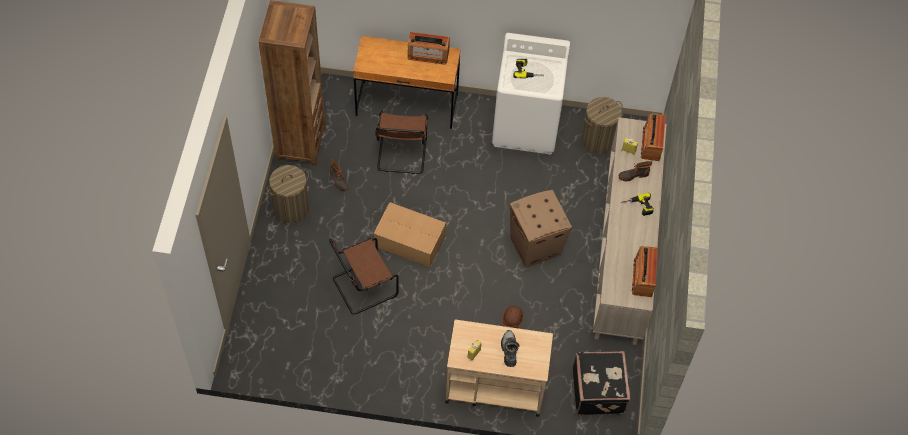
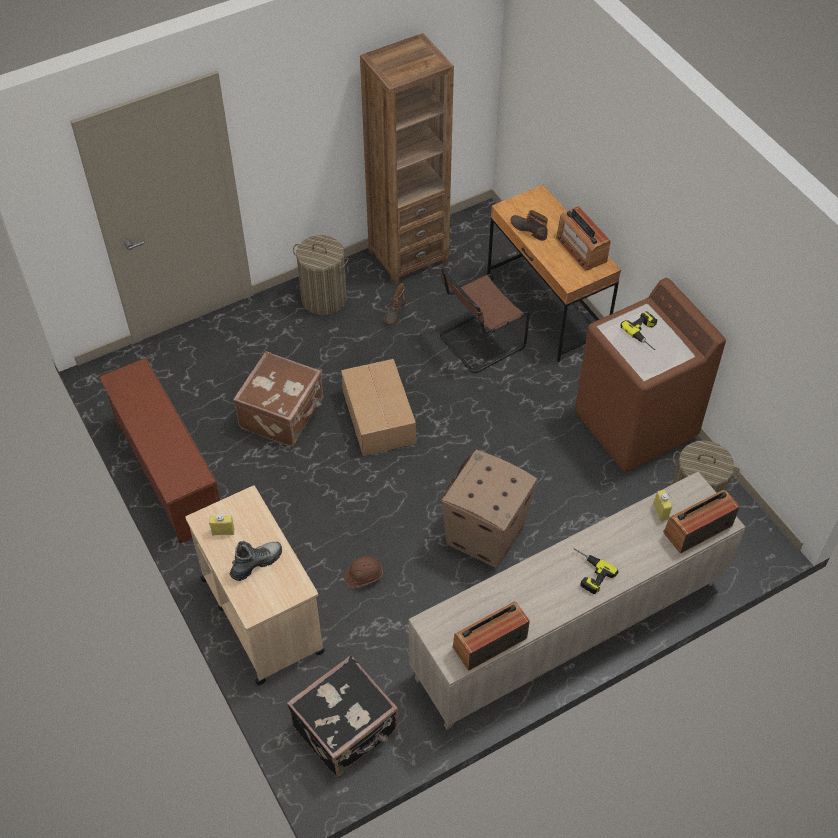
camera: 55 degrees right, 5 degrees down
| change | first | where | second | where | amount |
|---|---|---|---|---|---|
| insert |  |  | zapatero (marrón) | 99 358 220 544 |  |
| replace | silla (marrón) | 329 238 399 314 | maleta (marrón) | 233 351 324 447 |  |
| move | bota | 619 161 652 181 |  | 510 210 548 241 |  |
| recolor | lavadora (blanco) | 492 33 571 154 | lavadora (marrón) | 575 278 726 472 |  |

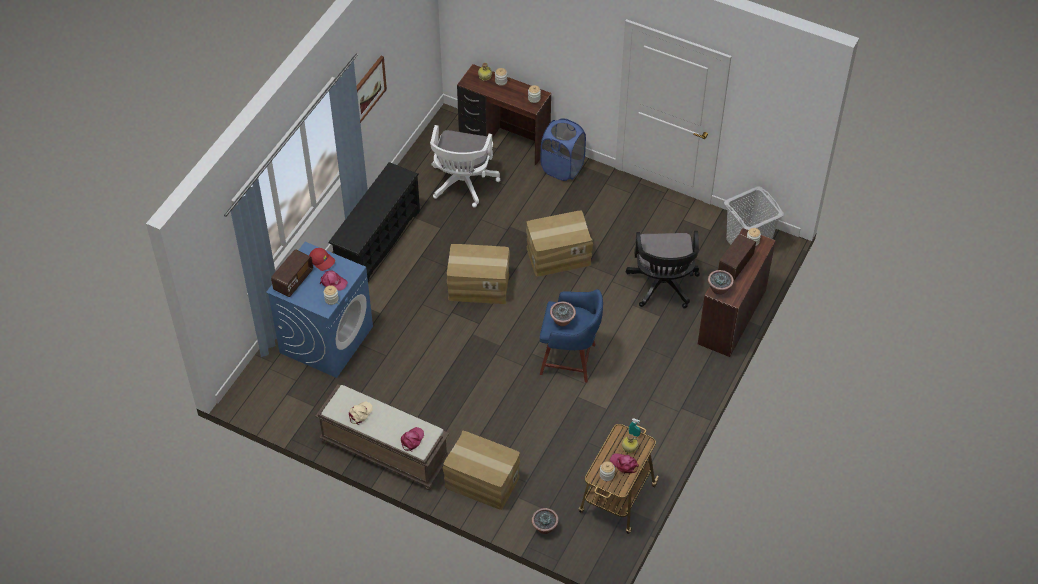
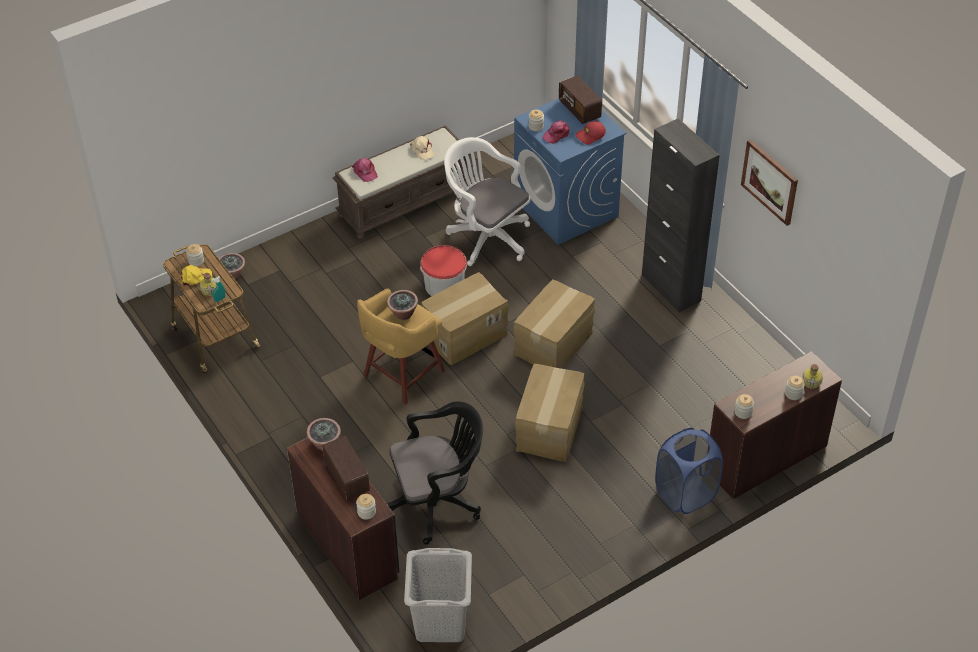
camera: 120 degrees right, 5 degrees down
| change | first | where | second | where | amount |
|---|---|---|---|---|---|
| recolor | gorra (rosa) | 610 453 639 473 | gorra (amarillo) | 179 265 212 287 |  |
| recolor | taburete (azul) | 540 289 603 382 | taburete (amarillo) | 357 289 445 405 |  |
| rotate | silla de oficina (negro) | 626 231 700 308 |  | 387 401 483 545 | 135 degrees clockwise |
| insert |  |  | cubo | 420 245 467 296 |  |
| move | caja de cartón | 443 430 520 510 |  | 421 272 509 365 |  |
| move | silla de oficina (blanco) | 430 125 500 208 |  | 444 137 530 266 |  |
| replace | zapatero (negro) | 329 162 420 281 | armario (negro) | 642 119 720 312 |  |

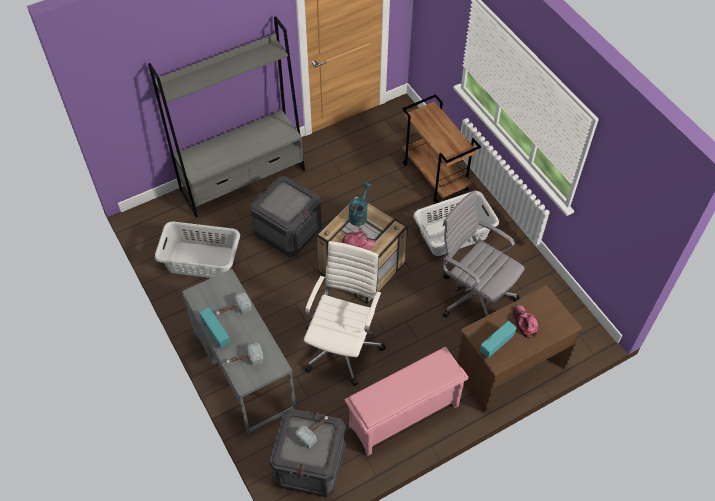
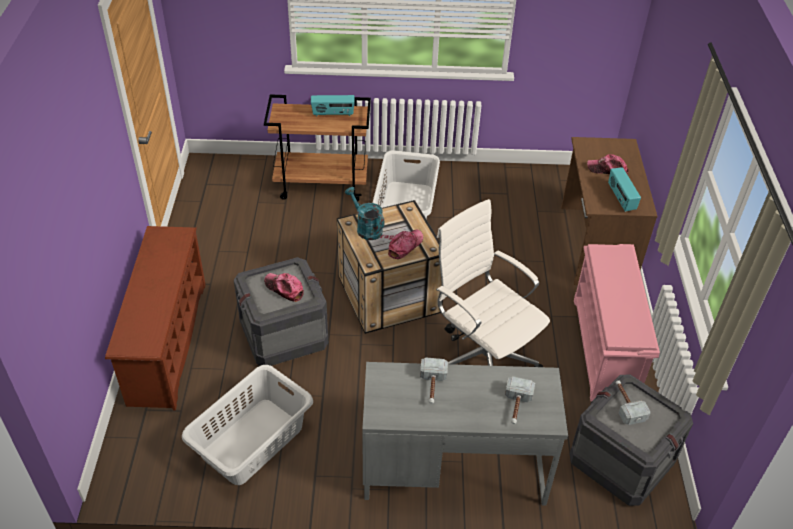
camera: 60 degrees left, 10 degrees down
| change | first | where | second | where | amount |
|---|---|---|---|---|---|
| replace | estantería (gris) | 148 16 305 217 | zapatero (marrón) | 105 226 206 411 |  |
| insert |  |  | gorra | 264 273 304 302 |  |
| move | radio | 199 307 230 348 |  | 311 95 355 117 |  |
| delete | silla de oficina (gris) | 442 190 525 318 |  |  |  |

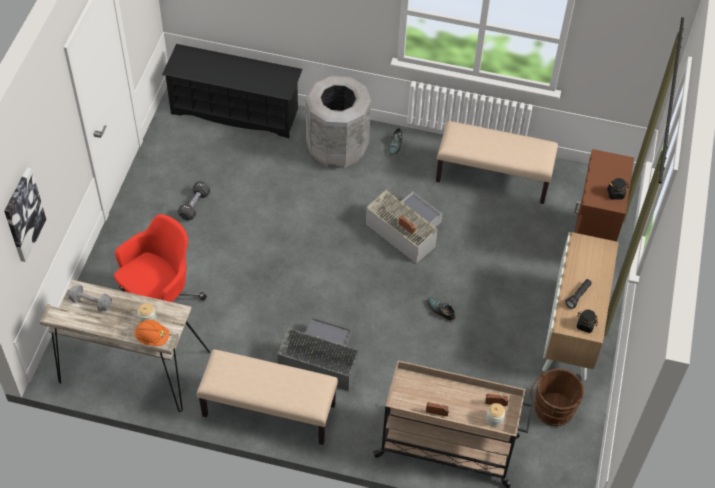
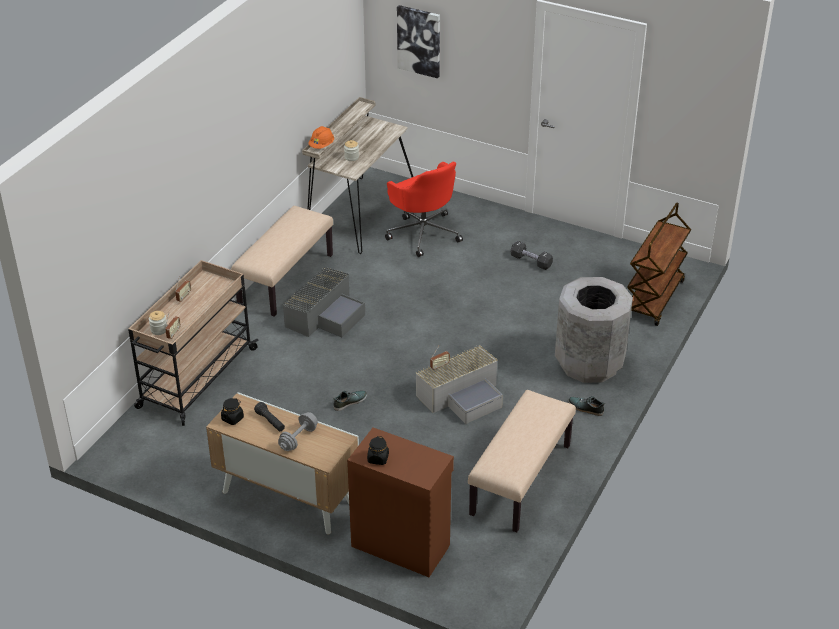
camera: 105 degrees right, 15 degrees down
| change | first | where | second | where | amount |
|---|---|---|---|---|---|
| move | mancuerna (gris) | 68 285 113 312 |  | 278 412 318 451 |  |
| replace | zapatero (negro) | 162 44 303 138 | carrito (marrón) | 627 202 691 326 |  |
| delete | cubo (marrón) | 530 369 584 426 |  |  |  |

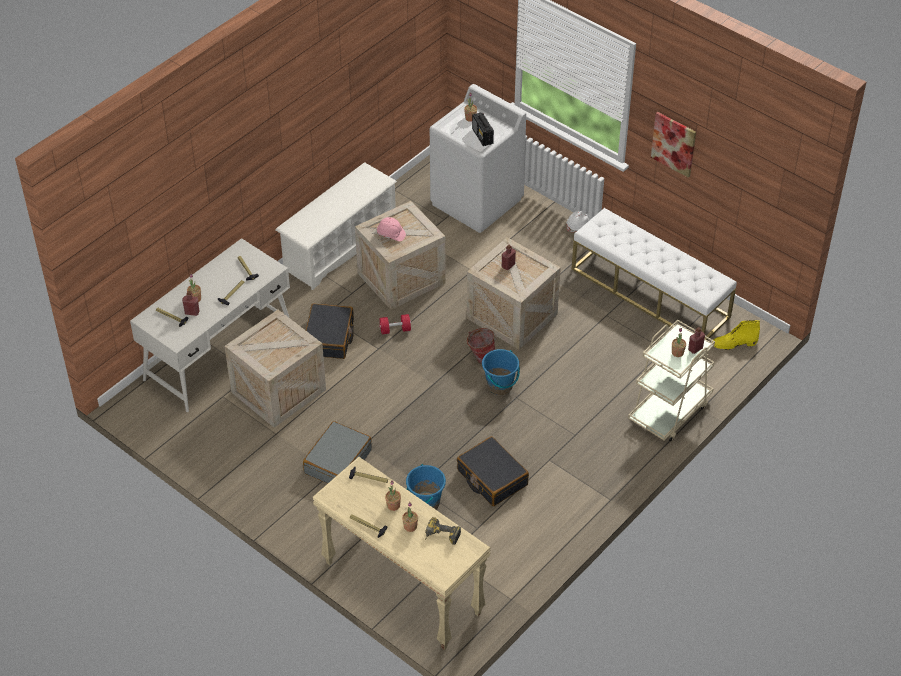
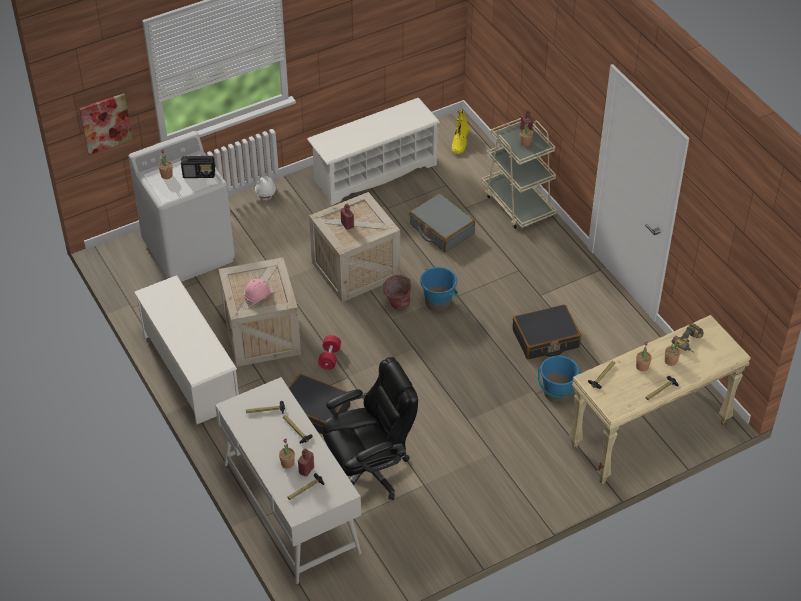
camera: 70 degrees left, 0 degrees up
| change | first | where | second | where | amount |
|---|---|---|---|---|---|
| move | cuadro | 651 112 696 178 |  | 79 93 133 155 |  |
| replace | banco (blanco) | 572 208 737 340 | zapatero (blanco) | 307 98 440 206 |  |
| replace | caja de embalaje | 225 310 326 428 | silla de oficina (negro) | 322 357 418 500 |  |
| move | maleta (gris) | 303 421 372 483 |  | 410 193 475 252 |  |

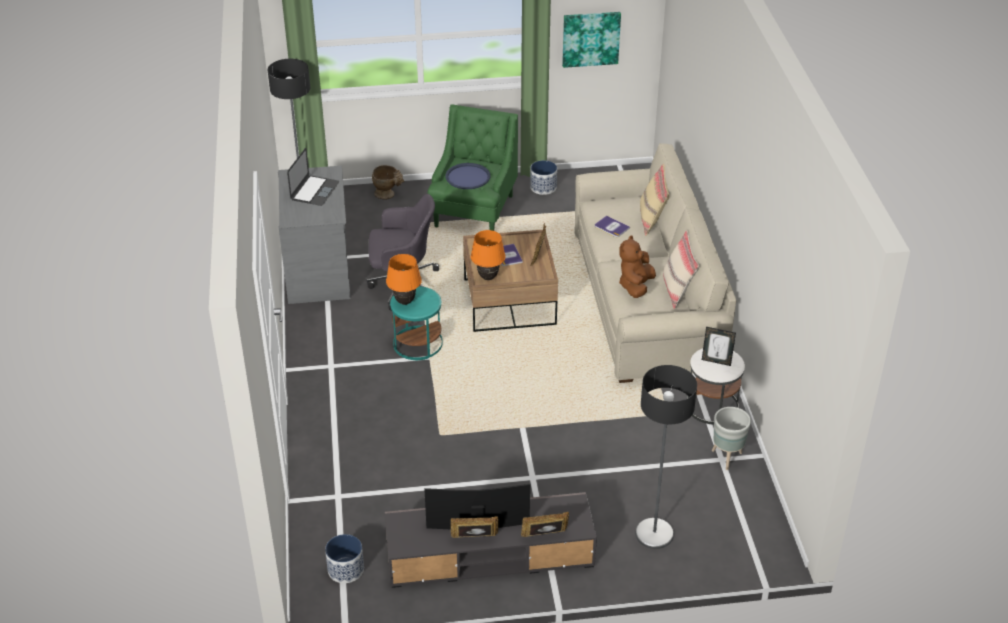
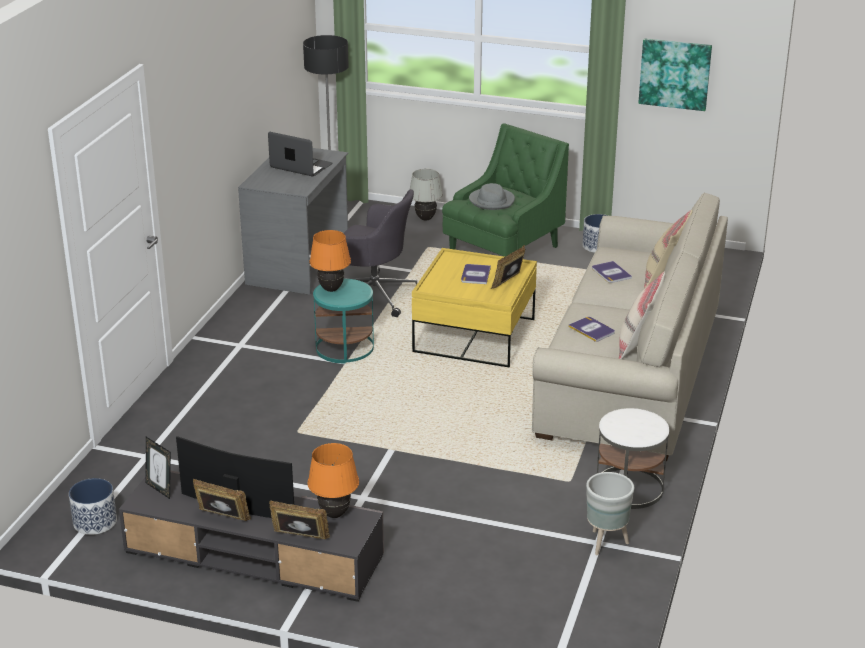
camera: 25 degrees right, 10 degrees down
| change | first | where | second | where | amount |
|---|---|---|---|---|---|
| move | portarretratos | 702 327 736 366 |  | 146 437 171 499 |  |
| rotate | portátil | 287 148 340 206 |  | 268 132 332 176 | 105 degrees counterclockwise |
| move | lámpara de mesa (naranja) | 471 230 506 280 |  | 308 443 359 518 |  |
| replace | florero (beis) | 372 165 404 200 | lámpara de mesa (blanco) | 410 169 443 221 |  |
| recolor | mesa de centro (marrón) | 463 230 558 332 | mesa de centro (amarillo) | 412 248 537 367 |  |
| replace | bandeja (azul) | 445 163 490 189 | sombrero (gris) | 469 183 515 210 |  |
| replace | peluche (marrón) | 619 235 656 298 | libro | 568 317 615 342 |  |
| delete | lámpara de pie | 635 365 697 549 |  |  |  |

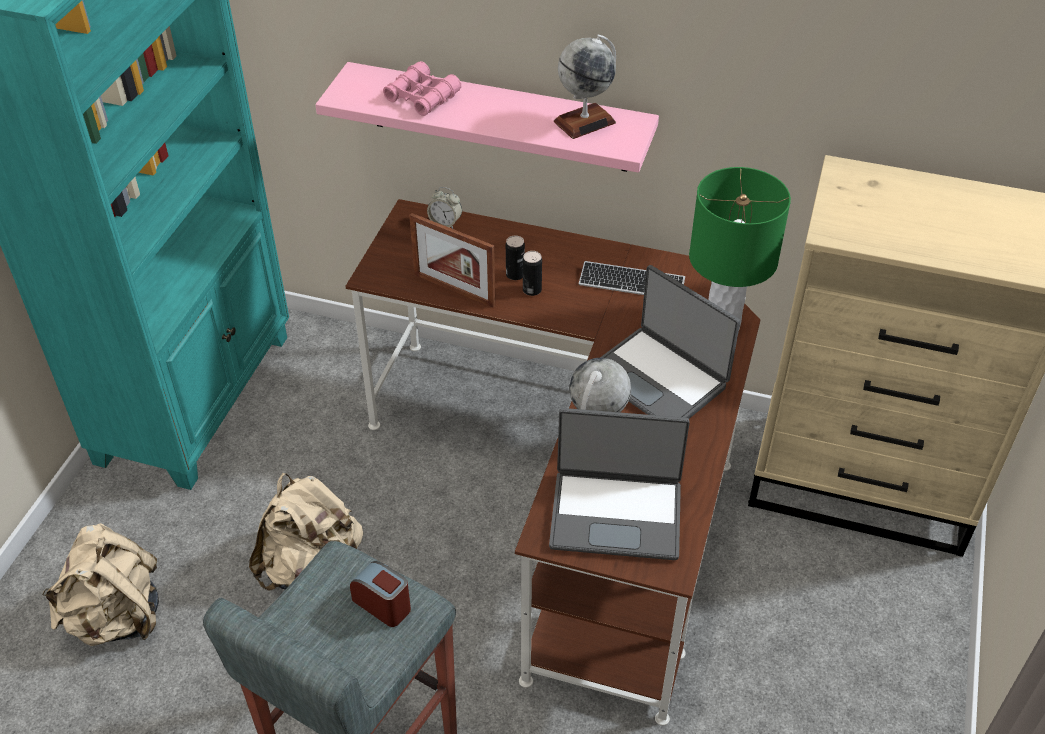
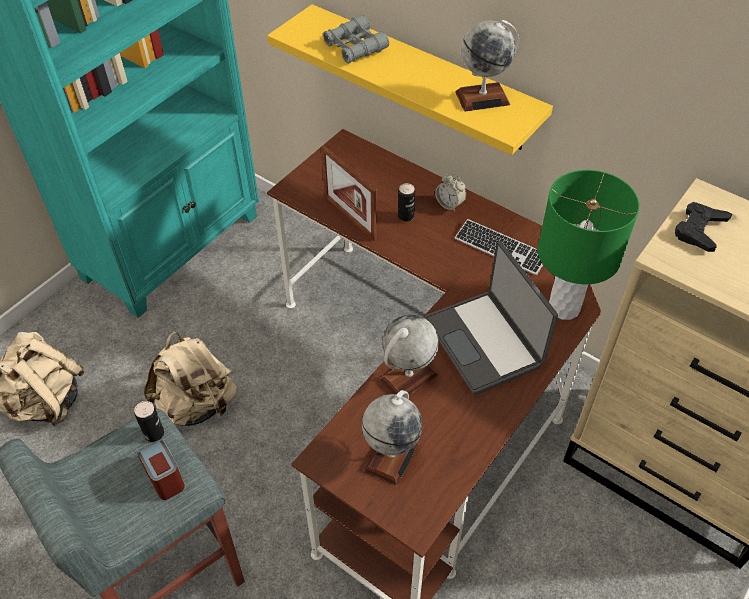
camera: 20 degrees right, 5 degrees up
| change | first | where | second | where | amount |
|---|---|---|---|---|---|
| move | lata | 523 251 542 296 |  | 134 401 164 442 |  |
| recolor | estante (rosa) | 315 62 659 173 | estante (amarillo) | 267 4 553 155 |  |
| recolor | prismáticos (rosa) | 383 61 461 116 | prismáticos (gris) | 323 15 389 64 |  |
| replace | portátil | 549 408 690 560 | globo terráqueo | 362 390 422 486 |  |
| move | despertador | 427 187 462 229 |  | 435 173 466 212 |  |
| insert |  |  | mando de consola (negro) | 675 202 732 252 |  |

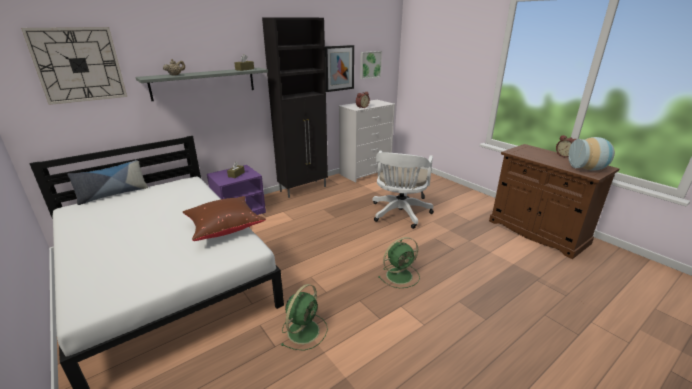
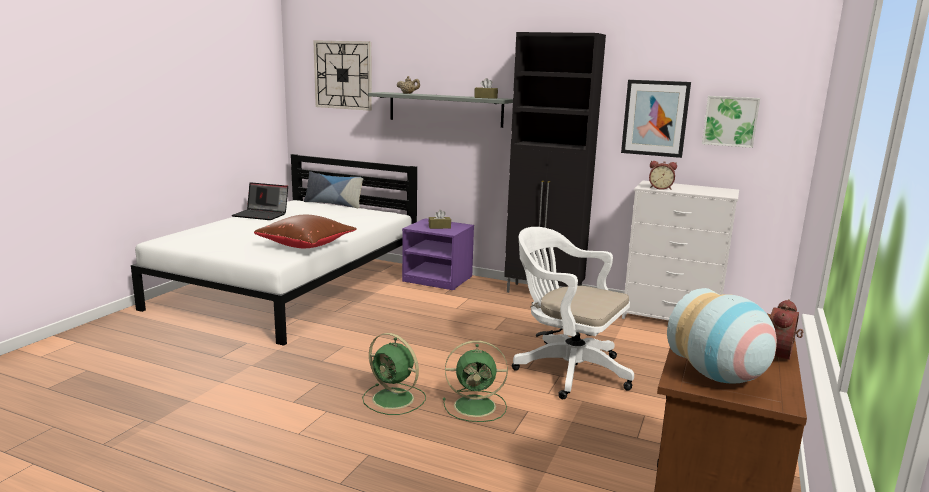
camera: 60 degrees right, 10 degrees down
| change | first | where | second | where | amount |
|---|---|---|---|---|---|
| insert |  |  | portátil | 232 182 288 220 |  |
| move | ventilador (verde) | 280 284 328 351 |  | 443 340 508 422 |  |
| rotate | silla de oficina (blanco) | 372 151 434 229 |  | 512 227 634 399 | 45 degrees clockwise |

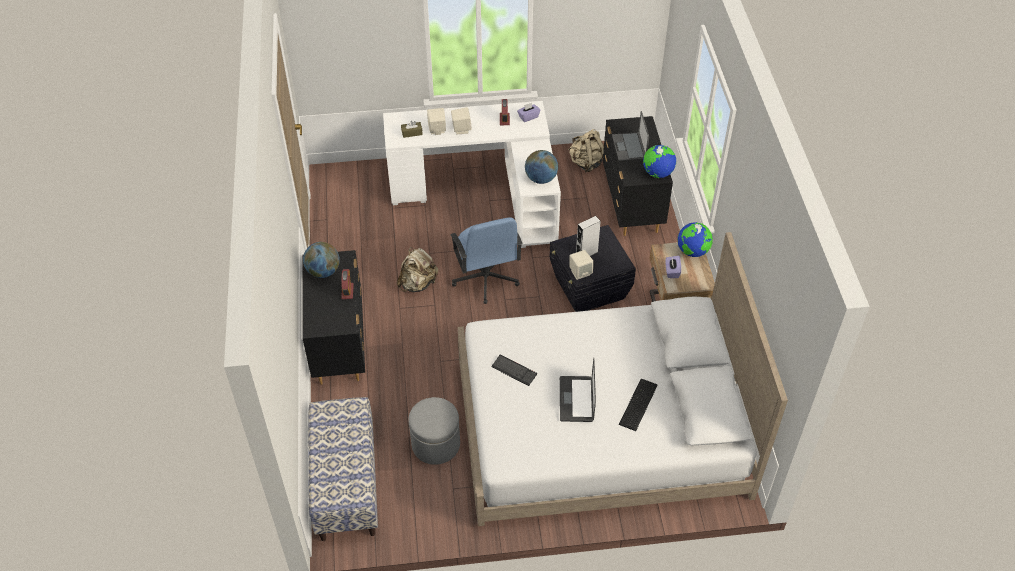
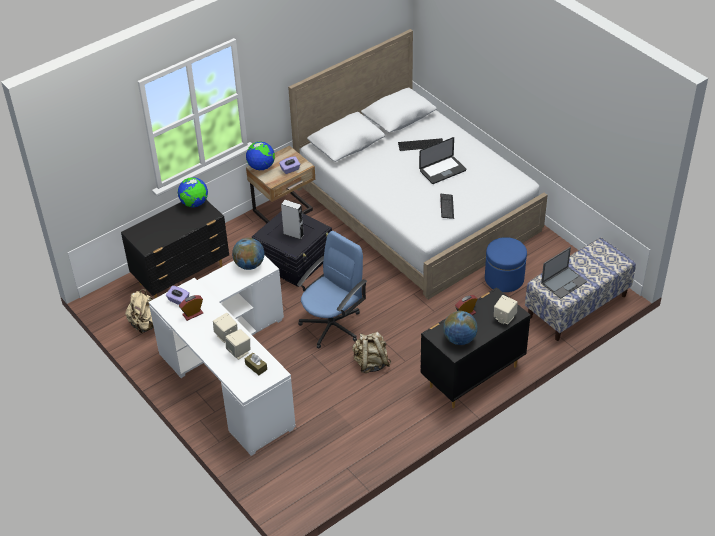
camera: 120 degrees left, 5 degrees down
| change | first | where | second | where | amount |
|---|---|---|---|---|---|
| recolor | puf (gris) | 408 397 460 465 | puf (azul) | 485 237 527 292 |  |
| move | altavoz (beis) | 569 250 593 280 |  | 494 295 518 325 |  |
| move | portátil | 612 111 649 161 |  | 541 247 587 299 |  |

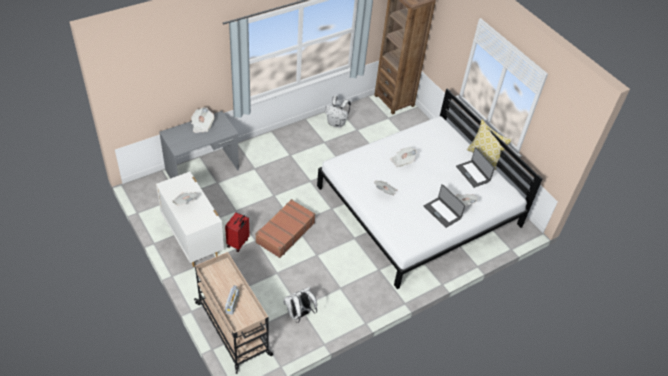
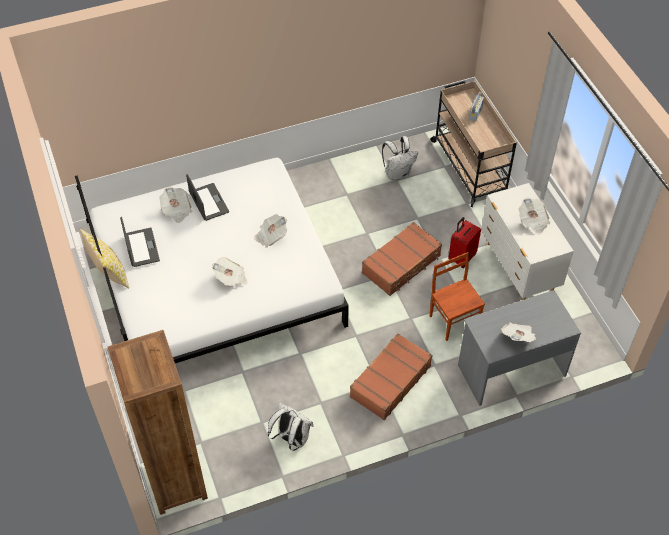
camera: 165 degrees left, 5 degrees up
| change | first | where | second | where | amount |
|---|---|---|---|---|---|
| insert |  |  | maleta (marrón) | 350 333 432 420 |  |
| insert |  |  | silla (marrón) | 430 252 485 341 |  |

